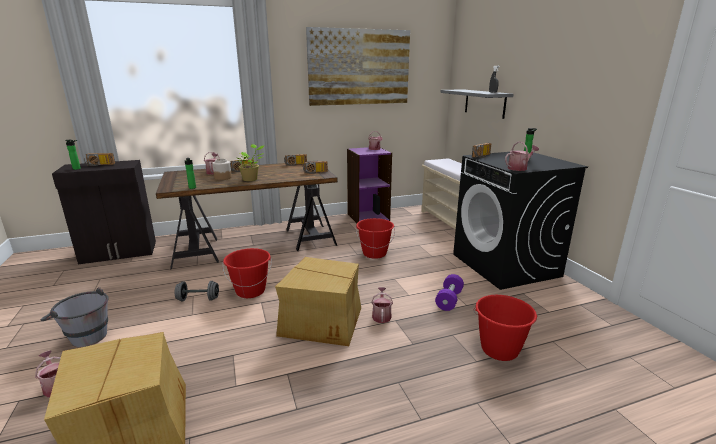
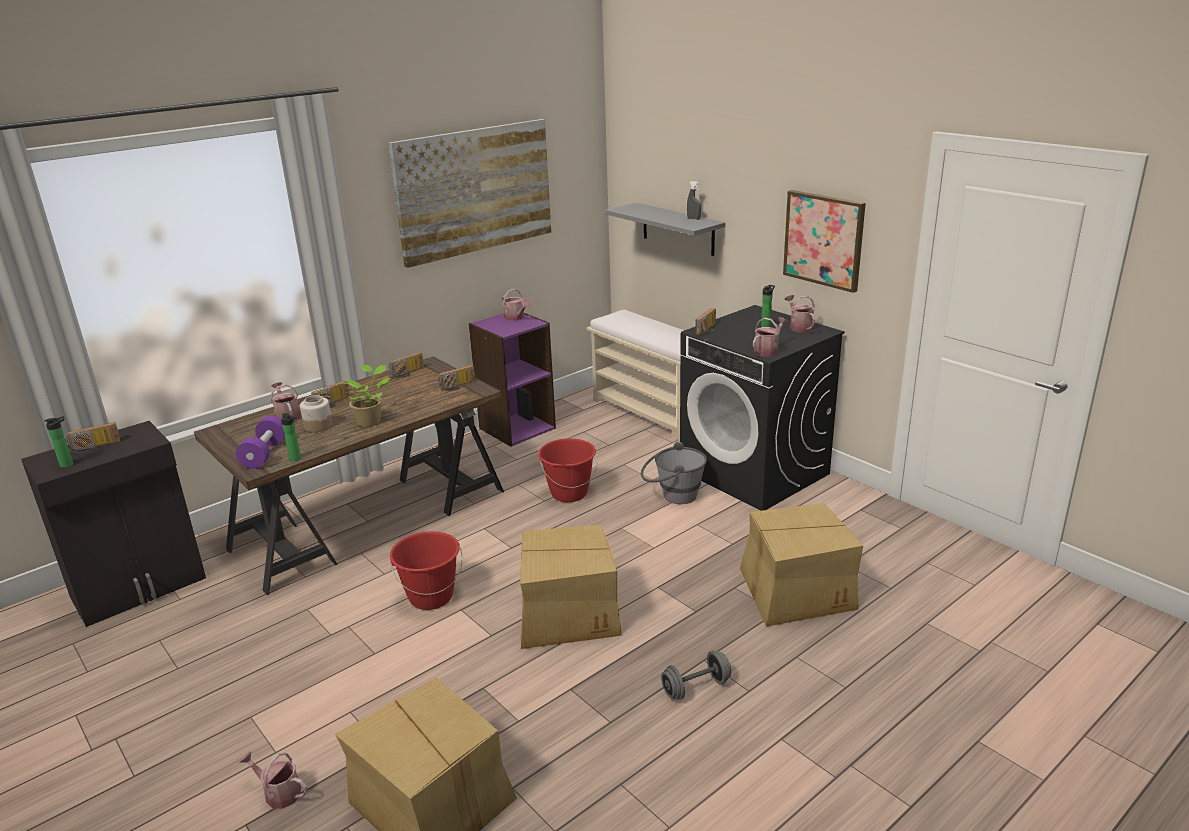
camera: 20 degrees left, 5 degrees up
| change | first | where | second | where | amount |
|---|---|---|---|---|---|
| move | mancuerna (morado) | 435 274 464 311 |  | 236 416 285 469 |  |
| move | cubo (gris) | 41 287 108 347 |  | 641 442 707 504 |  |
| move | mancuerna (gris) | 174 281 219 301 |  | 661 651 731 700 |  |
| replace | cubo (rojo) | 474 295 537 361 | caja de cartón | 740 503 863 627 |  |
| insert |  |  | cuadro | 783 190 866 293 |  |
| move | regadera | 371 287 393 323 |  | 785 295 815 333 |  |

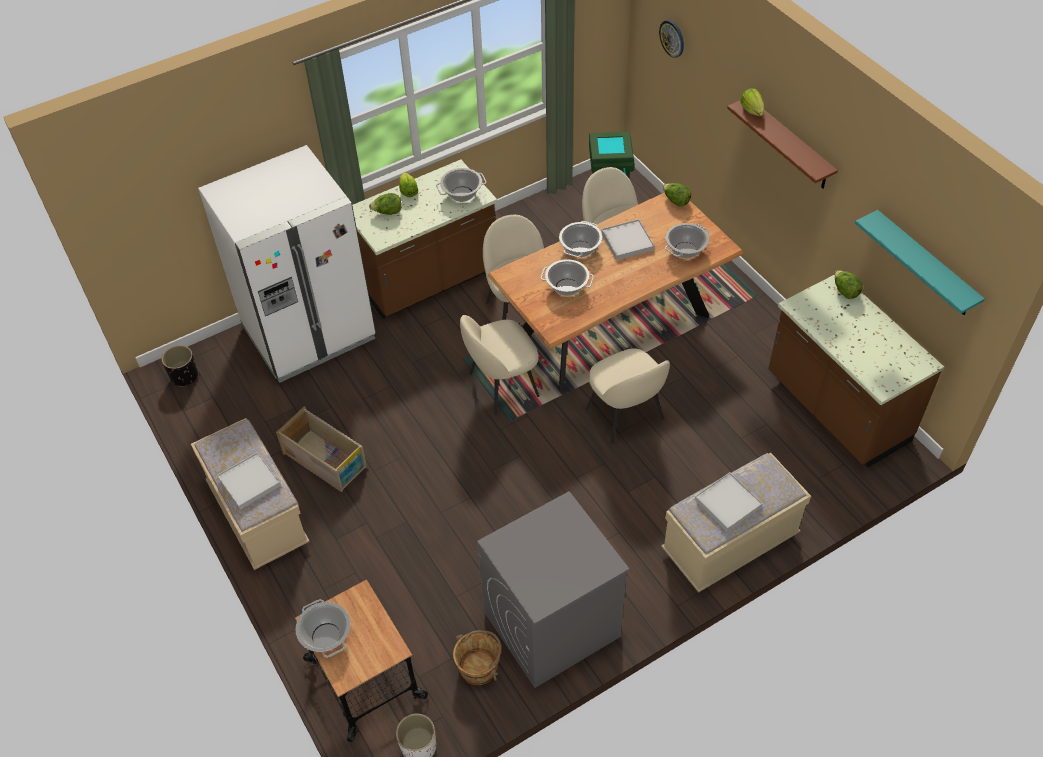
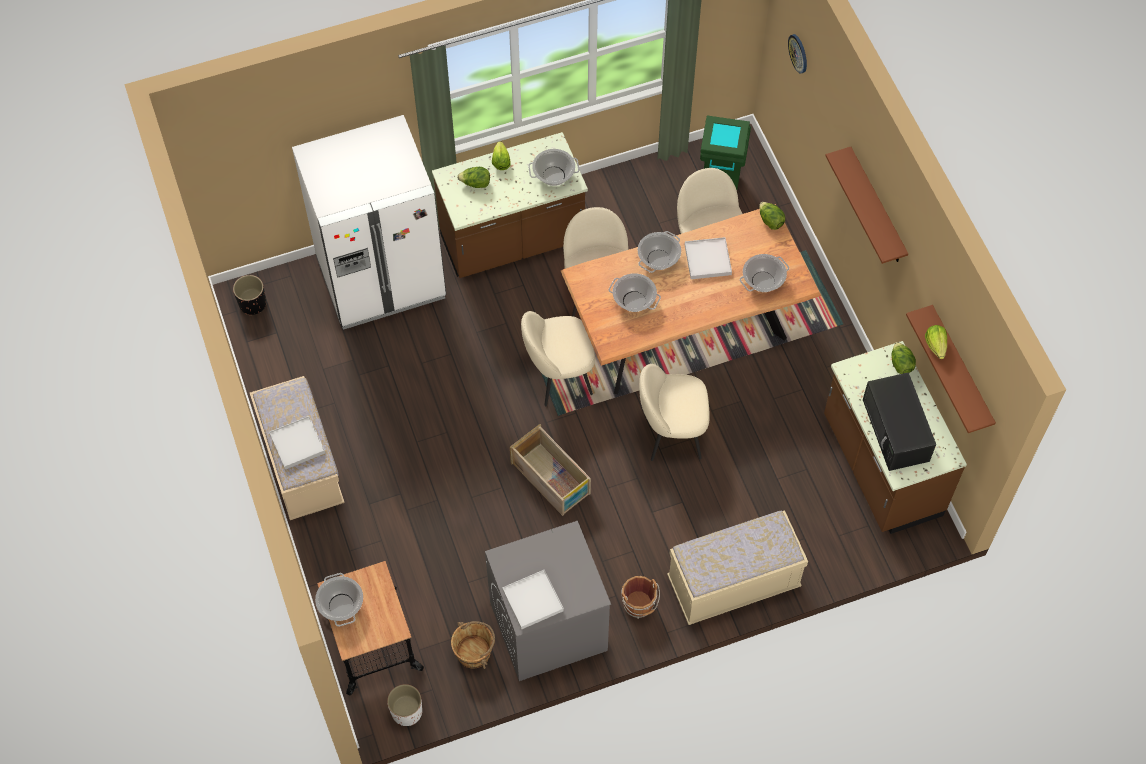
camera: 10 degrees right, 10 degrees up
| change | first | where | second | where | amount |
|---|---|---|---|---|---|
| move | bandeja (blanco) | 695 472 763 532 |  | 502 570 564 630 |  |
| move | caja de embalaje | 276 406 367 492 |  | 510 424 591 516 |  |
| insert |  |  | cubo (marrón) | 621 576 660 619 |  |
| rotate | silla (beis) | 585 348 670 444 |  | 639 364 710 461 | 105 degrees clockwise |
| insert |  |  | microondas (negro) | 863 372 936 471 |  |
| recolor | estante (turquesa) | 855 210 985 315 | estante (marrón) | 906 305 996 433 |  |
| move | lechuga | 740 88 764 116 |  | 925 325 947 359 |  |

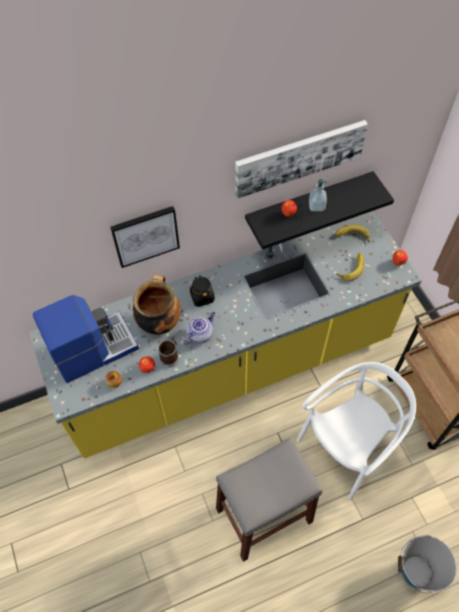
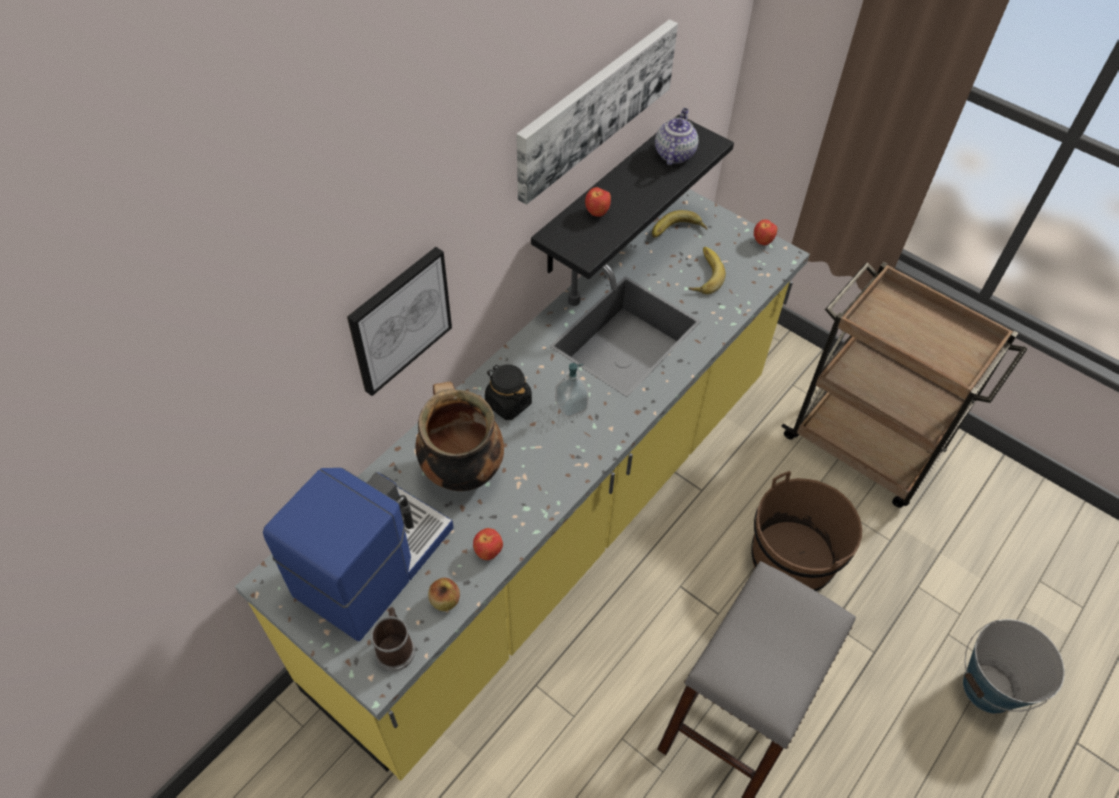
camera: 30 degrees left, 5 degrees down
| change | first | where | second | where | amount |
|---|---|---|---|---|---|
| move | taza grande | 158 337 179 367 |  | 371 608 415 671 |  |
| move | dispensador de jabón | 309 179 327 211 |  | 555 363 589 417 |  |
| move | tetera | 183 312 215 345 |  | 655 108 698 165 |  |
| replace | silla (blanco) | 297 362 416 500 | cubo (marrón) | 751 471 862 591 |  |

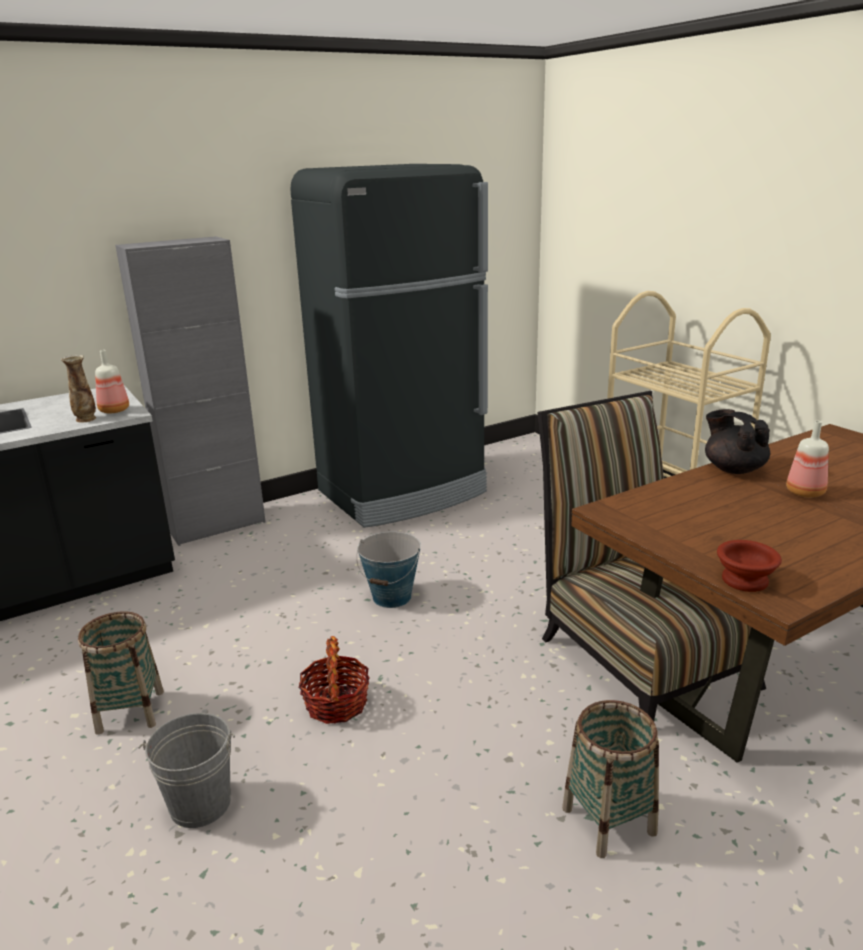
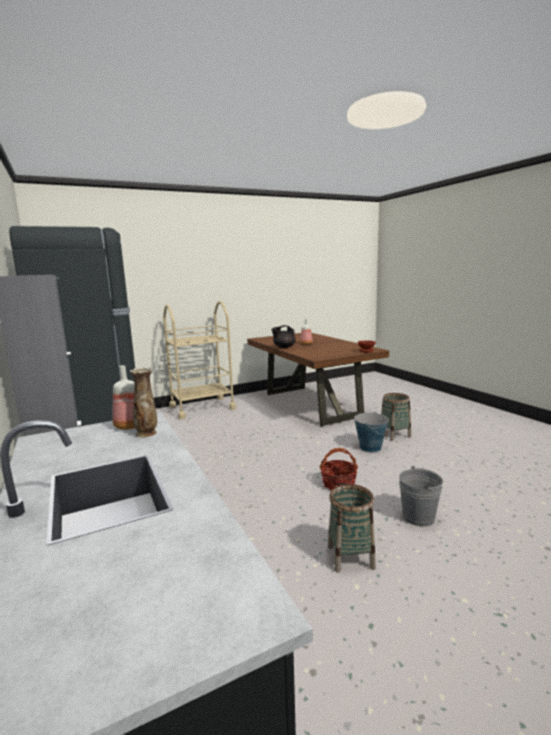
camera: 85 degrees left, 10 degrees down
| change | first | where | second | where | amount |
|---|---|---|---|---|---|
| move | cubo | 356 532 421 608 |  | 354 412 389 452 |  |
| delete | silla | 538 391 766 721 |  |  |  |

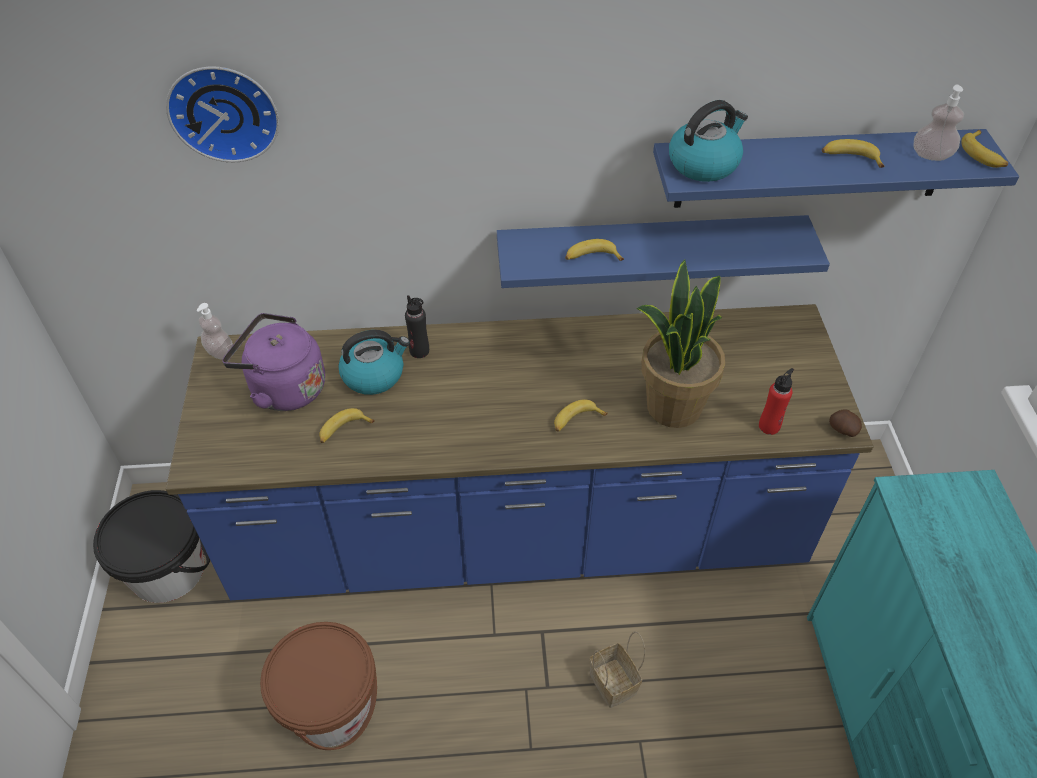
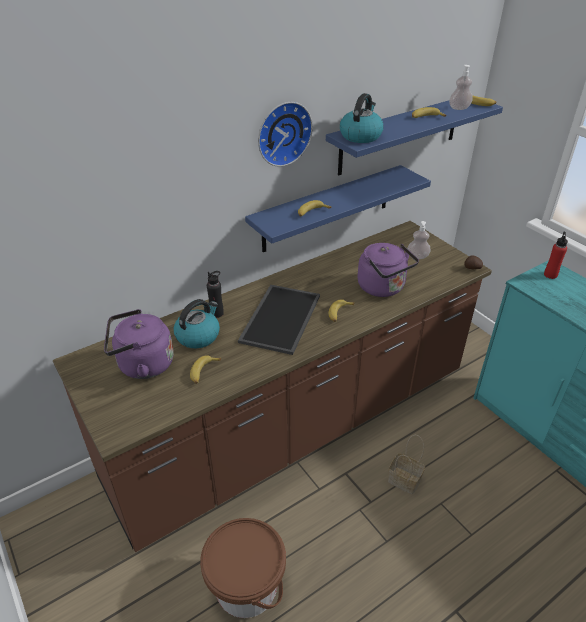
camera: 30 degrees left, 10 degrees down
| change | first | where | second | where | amount |
|---|---|---|---|---|---|
| recolor | mueble bajo de cocina (azul) | 166 304 873 600 | mueble bajo de cocina (marrón) | 53 221 492 552 |  |
| insert |  |  | bandeja | 238 285 320 355 |  |
| move | reloj de pared | 166 67 279 162 |  | 258 102 313 167 |  |
| replace | planta en maceta | 636 259 725 428 | hervidor (morado) | 357 243 419 297 |  |
| move | dispensador de jabón | 197 303 233 359 |  | 407 221 431 259 |  |
| move | botella (rojo) | 759 368 794 435 |  | 544 231 568 279 |  |
| delete | cubo (negro) | 93 490 210 603 |  |  |  |

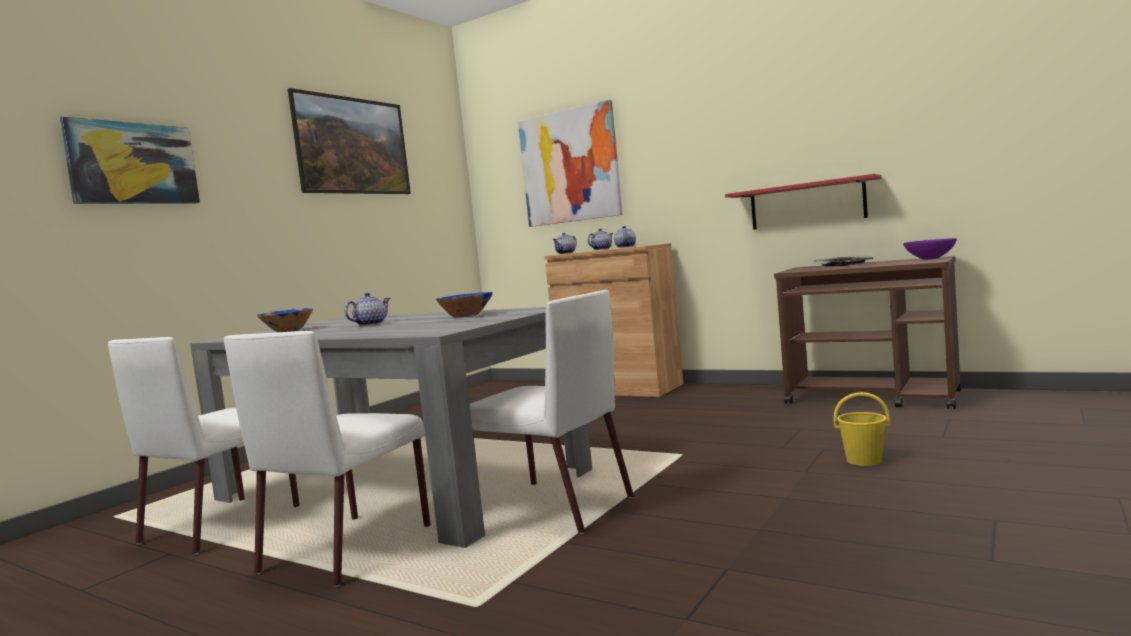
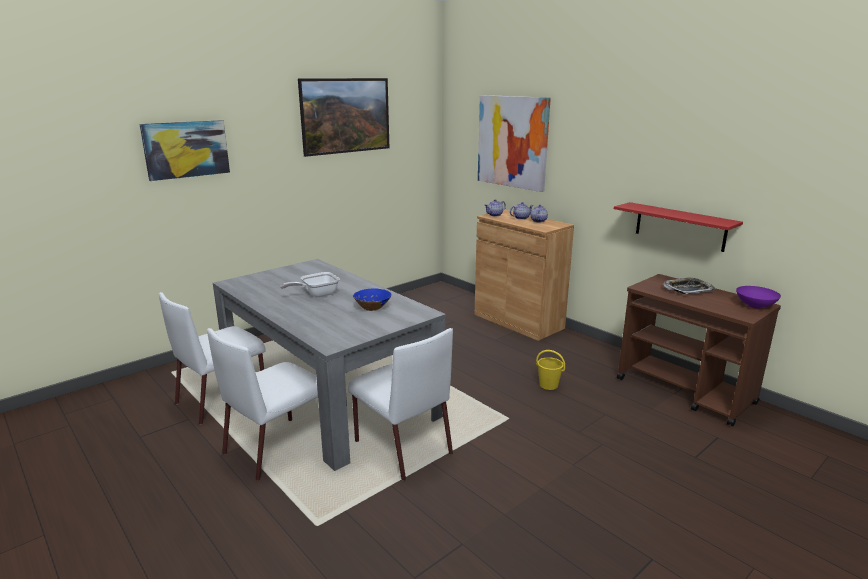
camera: 15 degrees right, 15 degrees up
| change | first | where | second | where | amount |
|---|---|---|---|---|---|
| replace | tetera | 344 293 390 326 | sartén | 280 272 340 297 |  |
| move | cubo (amarillo) | 834 392 890 466 |  | 536 350 565 390 |  |
| delete | cuenco (azul) | 257 308 313 332 |  |  |  |

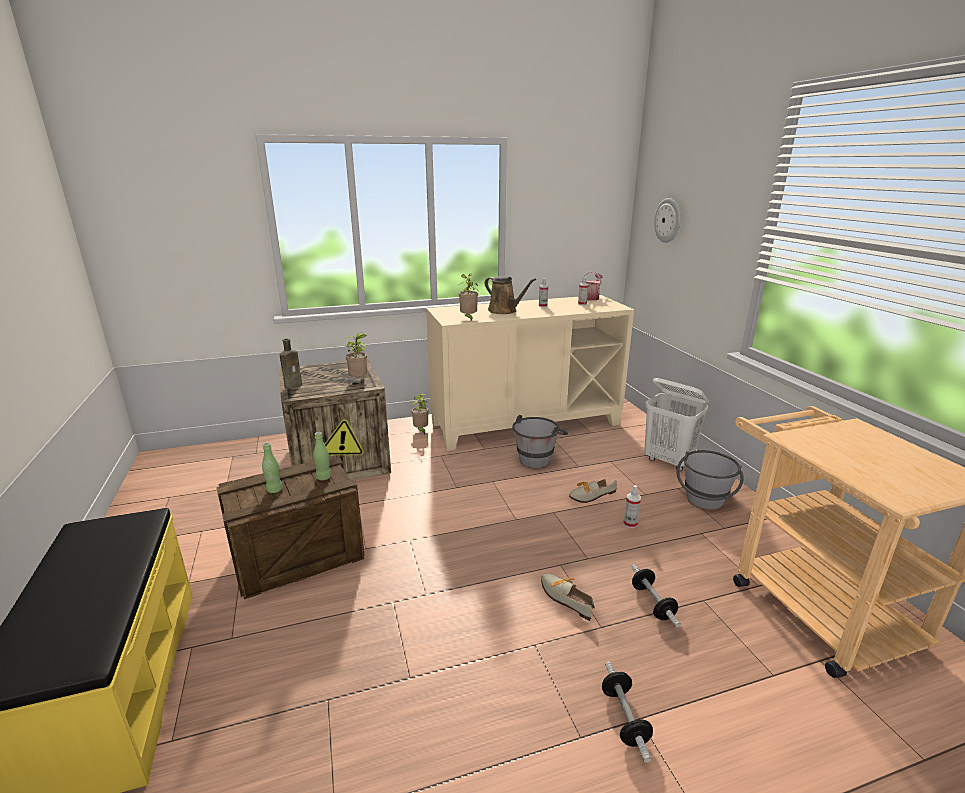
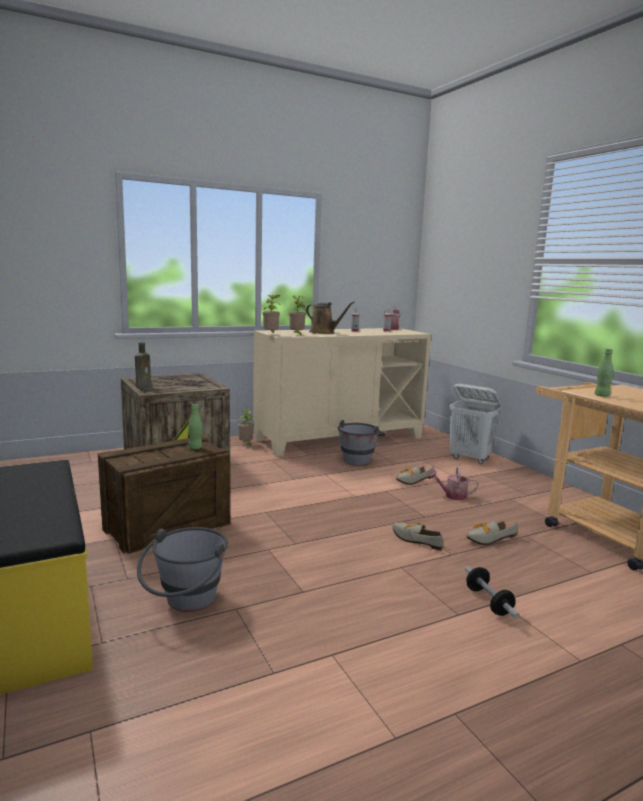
camera: 10 degrees left, 10 degrees down
| change | first | where | second | where | amount |
|---|---|---|---|---|---|
| move | cubo (gris) | 677 450 744 510 |  | 137 527 228 612 |  |
| move | planta en maceta | 344 333 367 377 |  | 263 295 280 333 |  |
| replace | pulverizador | 623 485 641 528 | regadera | 429 466 478 500 |  |
| replace | mancuerna | 631 564 681 627 | zapato | 467 521 518 545 |  |
| move | botella (verde) | 262 443 283 493 |  | 595 349 614 397 |  |
| delete | reloj de pared | 654 198 681 243 |  |  |  |

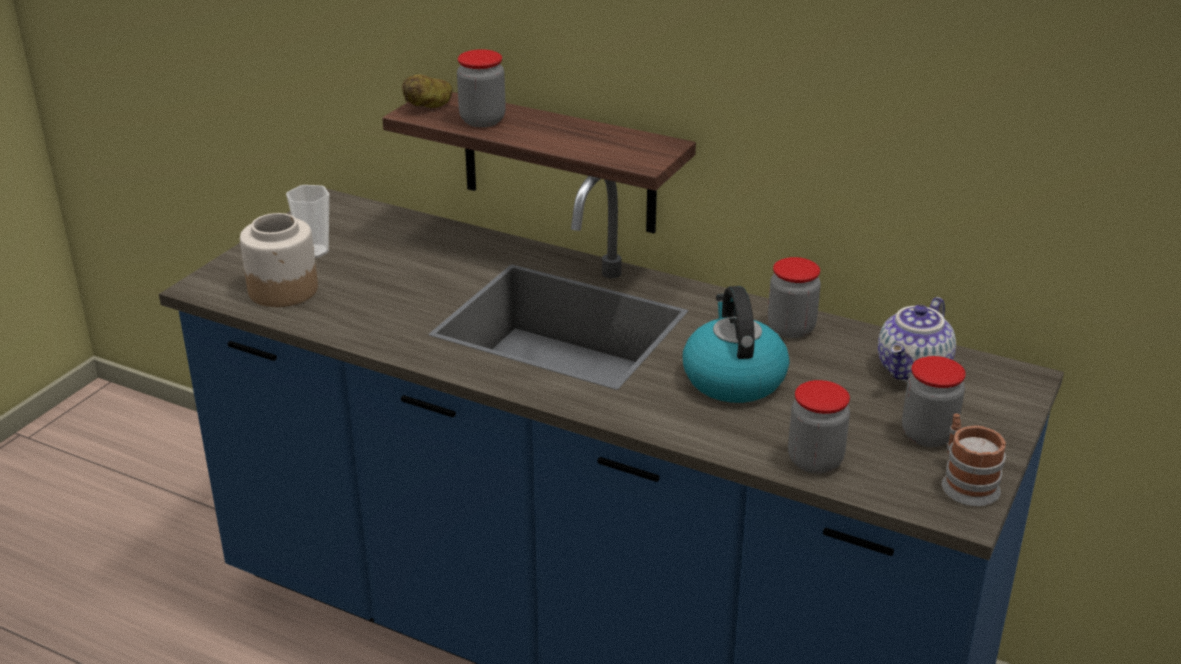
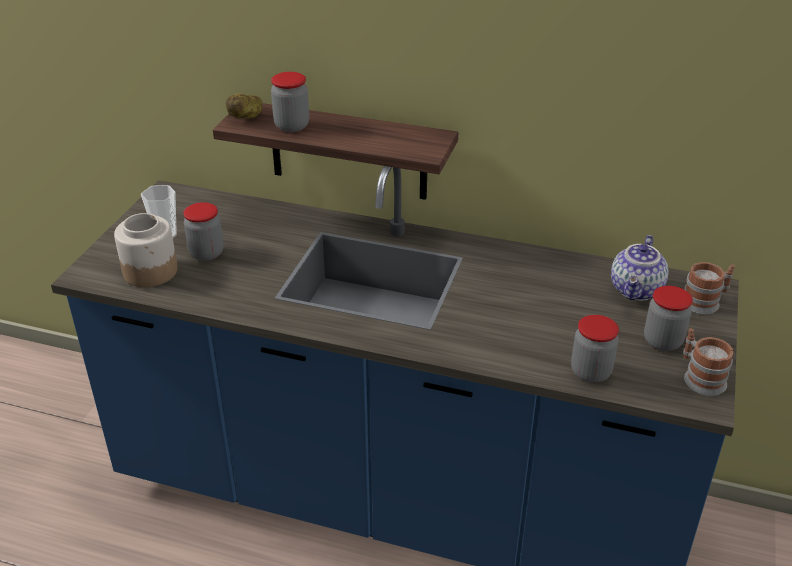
camera: 10 degrees left, 5 degrees up
| change | first | where | second | where | amount |
|---|---|---|---|---|---|
| move | tarro | 768 257 821 338 |  | 183 202 224 261 |  |
| insert |  |  | taza grande | 684 262 735 314 |  |
| delete | hervidor | 682 286 789 403 |  |  |  |

